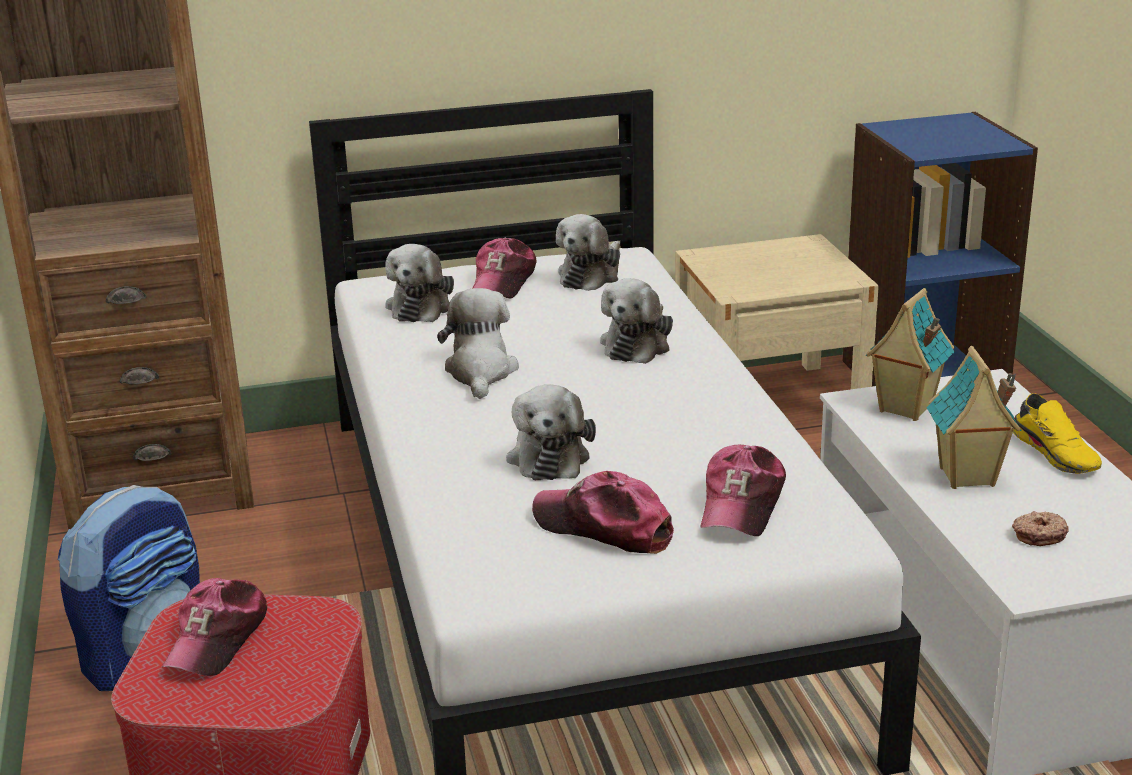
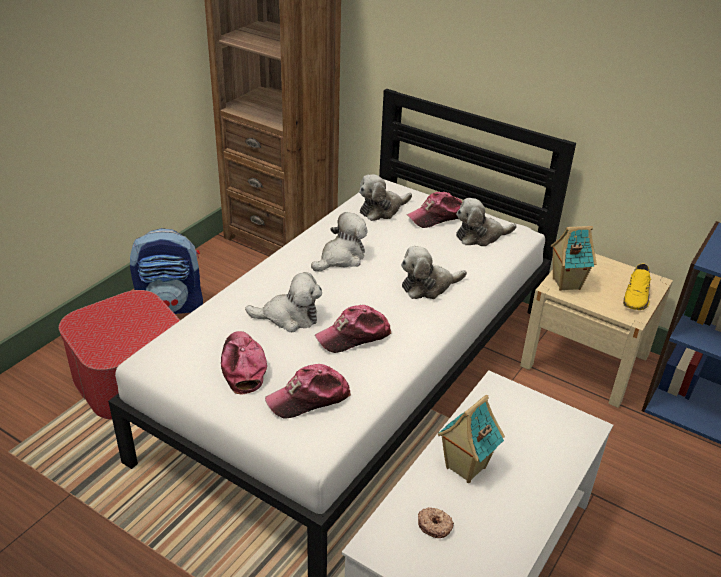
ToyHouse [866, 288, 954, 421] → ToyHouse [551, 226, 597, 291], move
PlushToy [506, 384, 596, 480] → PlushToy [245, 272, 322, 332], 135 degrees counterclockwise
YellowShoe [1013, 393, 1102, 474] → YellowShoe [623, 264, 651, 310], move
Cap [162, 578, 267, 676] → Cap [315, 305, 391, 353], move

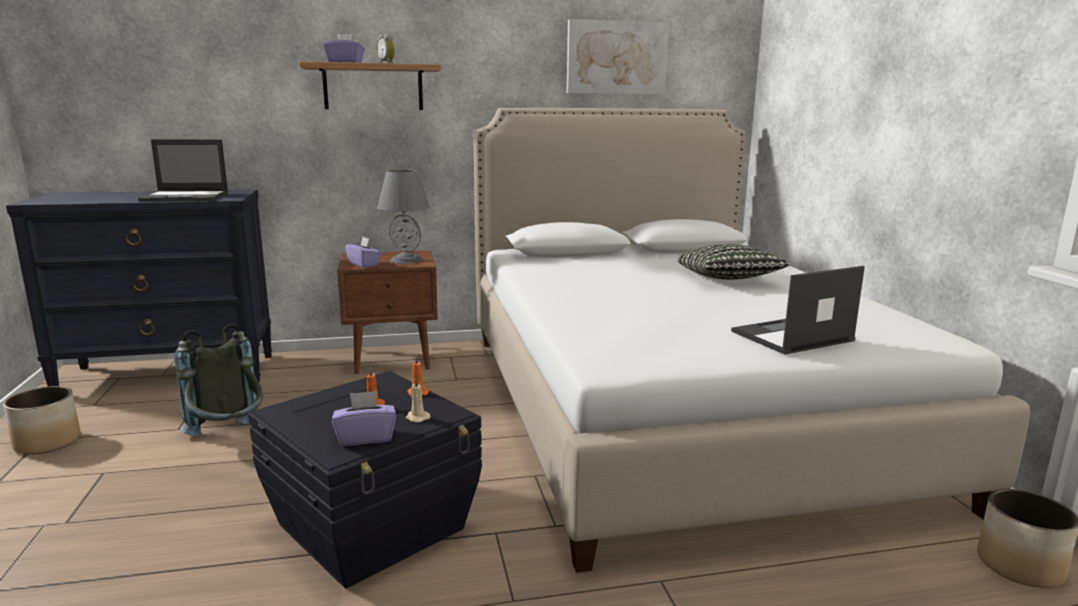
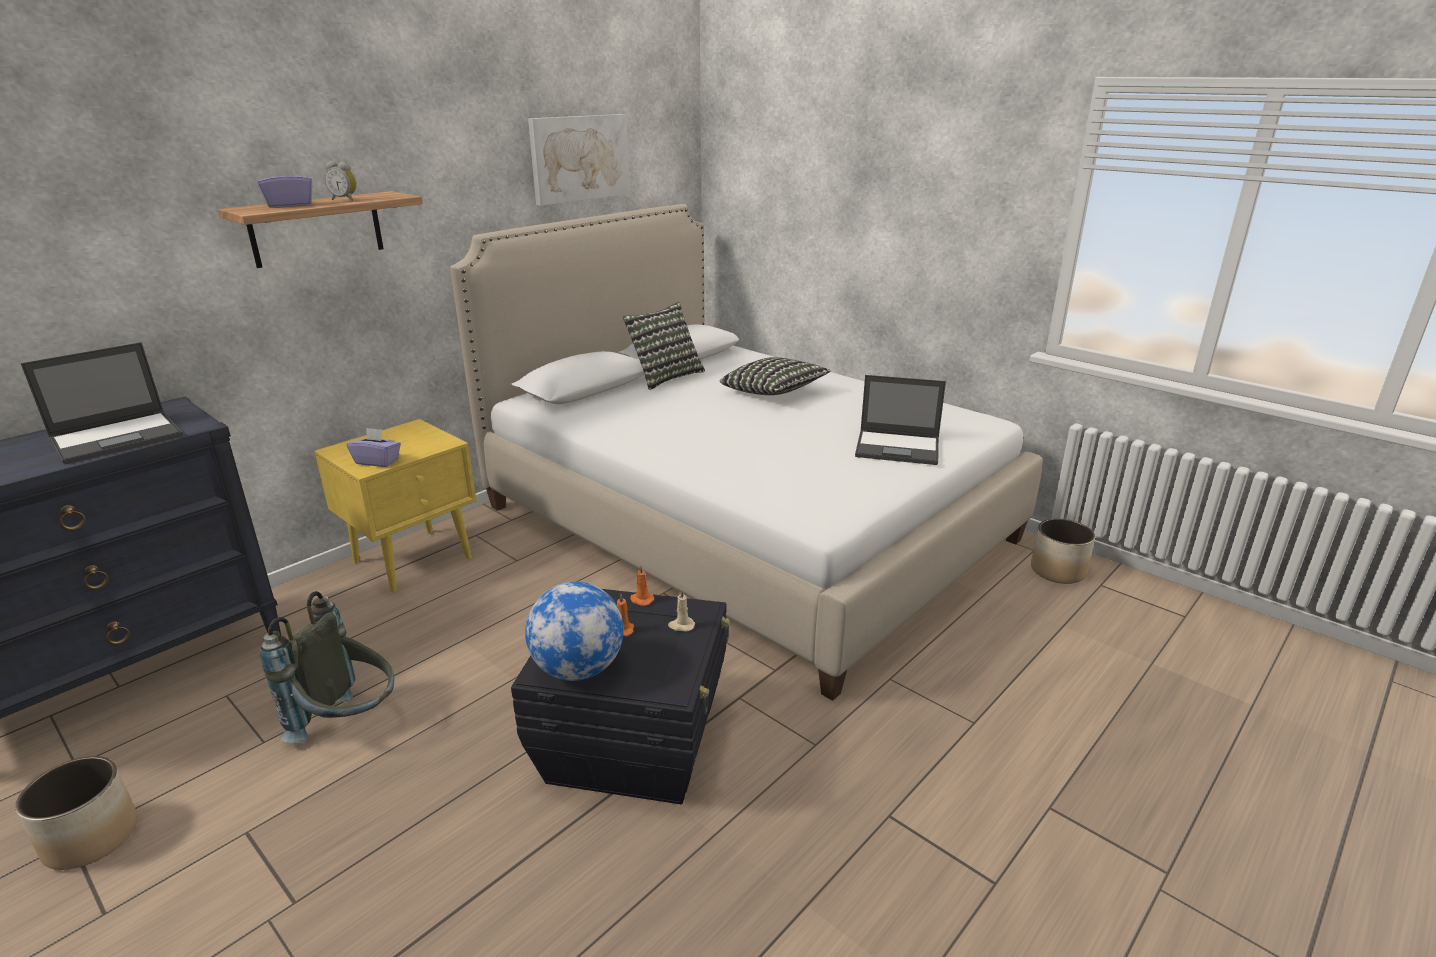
GreyTableLamp [377, 169, 430, 264] → -
BrownNightstand [337, 251, 438, 374] → YellowNightstand [314, 419, 476, 593]
Laptop [731, 266, 865, 354] → Laptop [855, 375, 946, 465], 105 degrees counterclockwise
PurpleTissueBox [332, 391, 396, 446] → -
- → Pillow [623, 302, 705, 390]
- → Globe [525, 582, 624, 681]

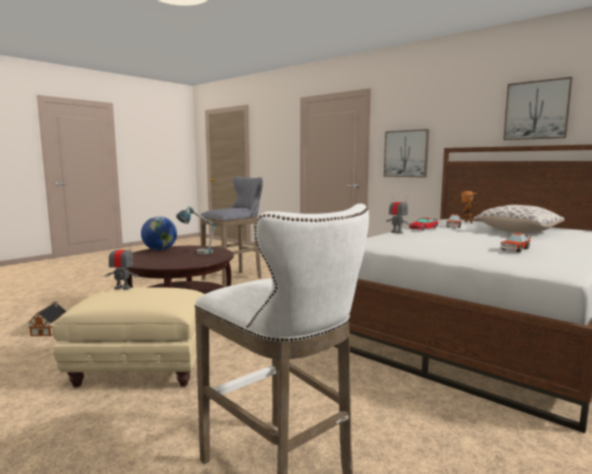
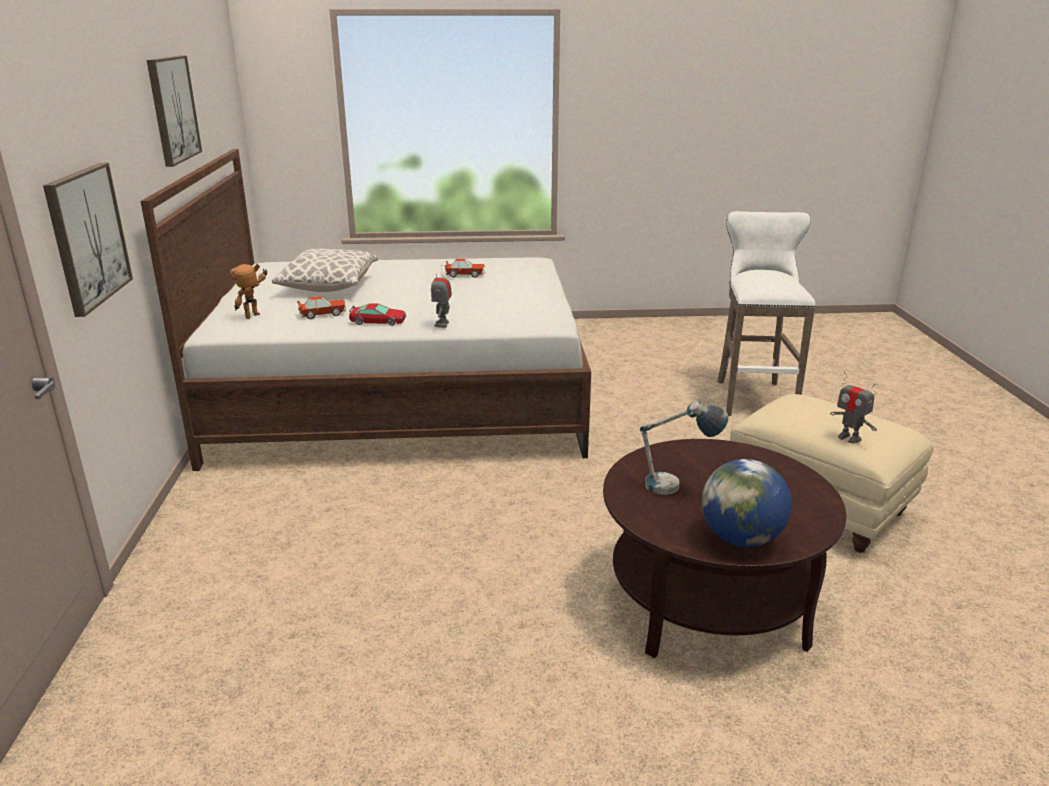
GreyStool [200, 176, 263, 287] → -
ToyHouse [27, 302, 66, 336] → -

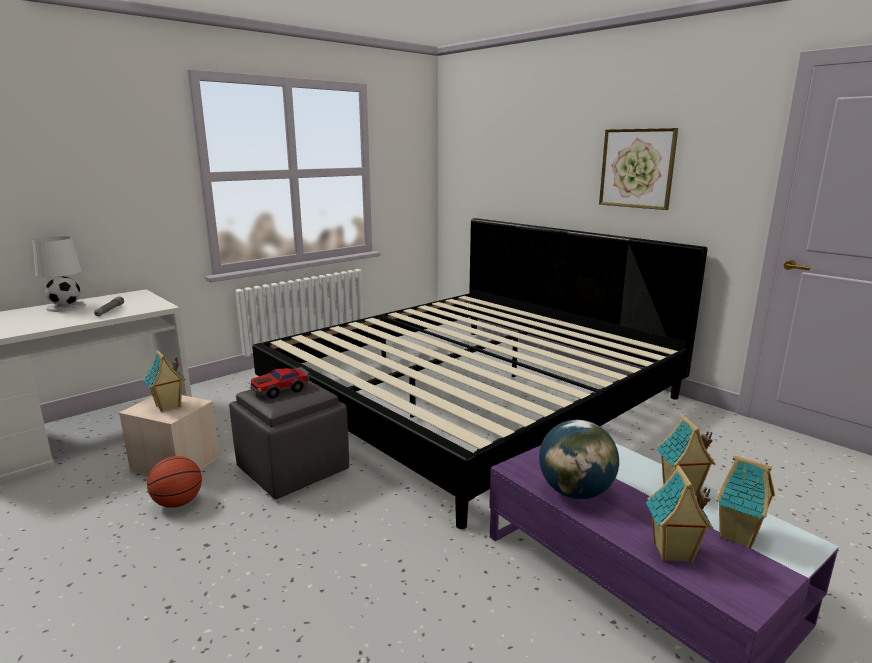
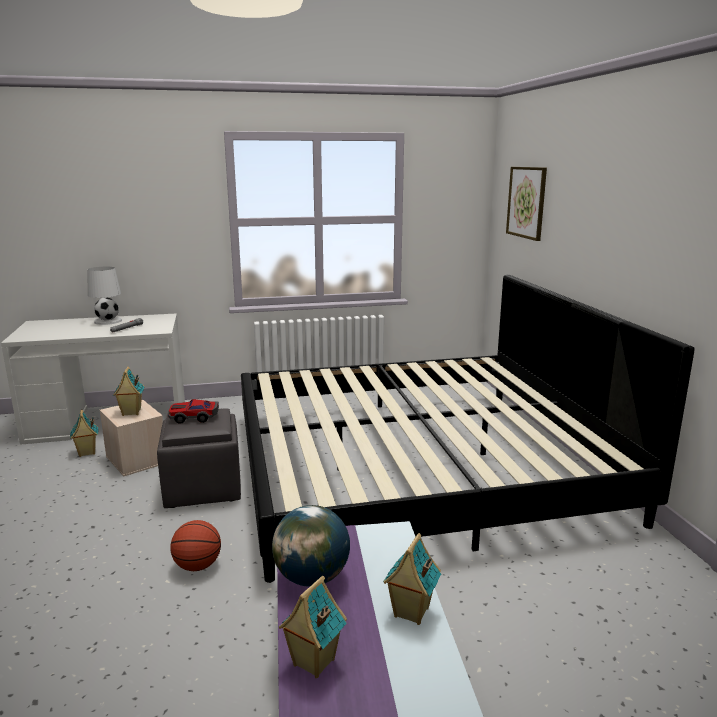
Picture [599, 128, 678, 210] → Picture [506, 167, 547, 241], move
ToyHouse [716, 455, 775, 548] → ToyHouse [70, 409, 98, 457], move
Basketball [147, 456, 202, 508] → Basketball [170, 520, 221, 571], move

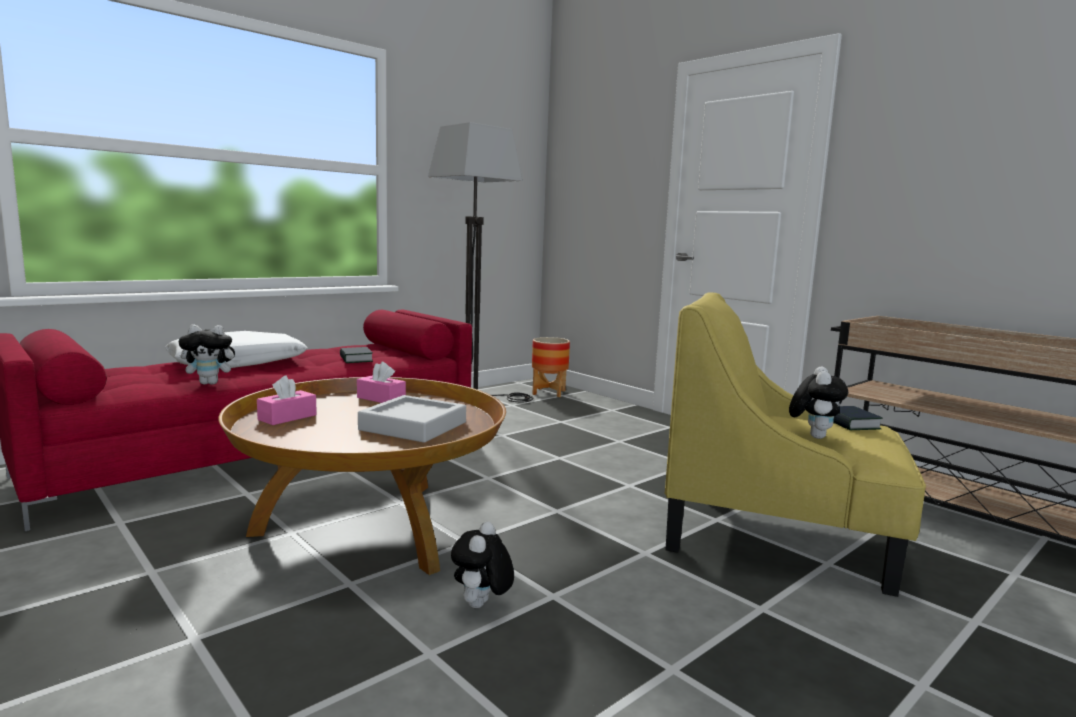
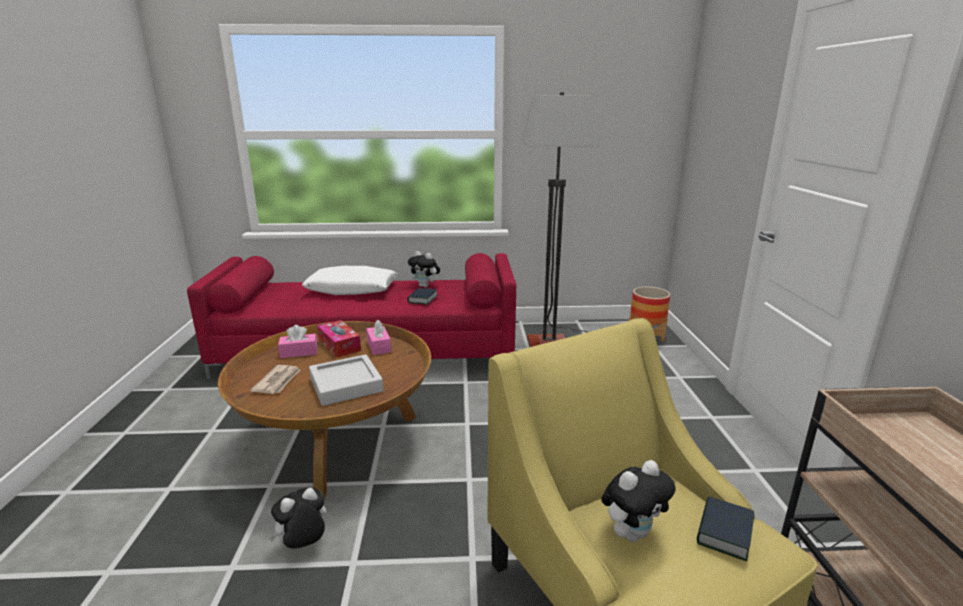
PlushToy [179, 325, 241, 385] → PlushToy [408, 251, 440, 287], move
- → TissueBox [317, 320, 361, 358]
- → Newspaper [250, 365, 300, 394]

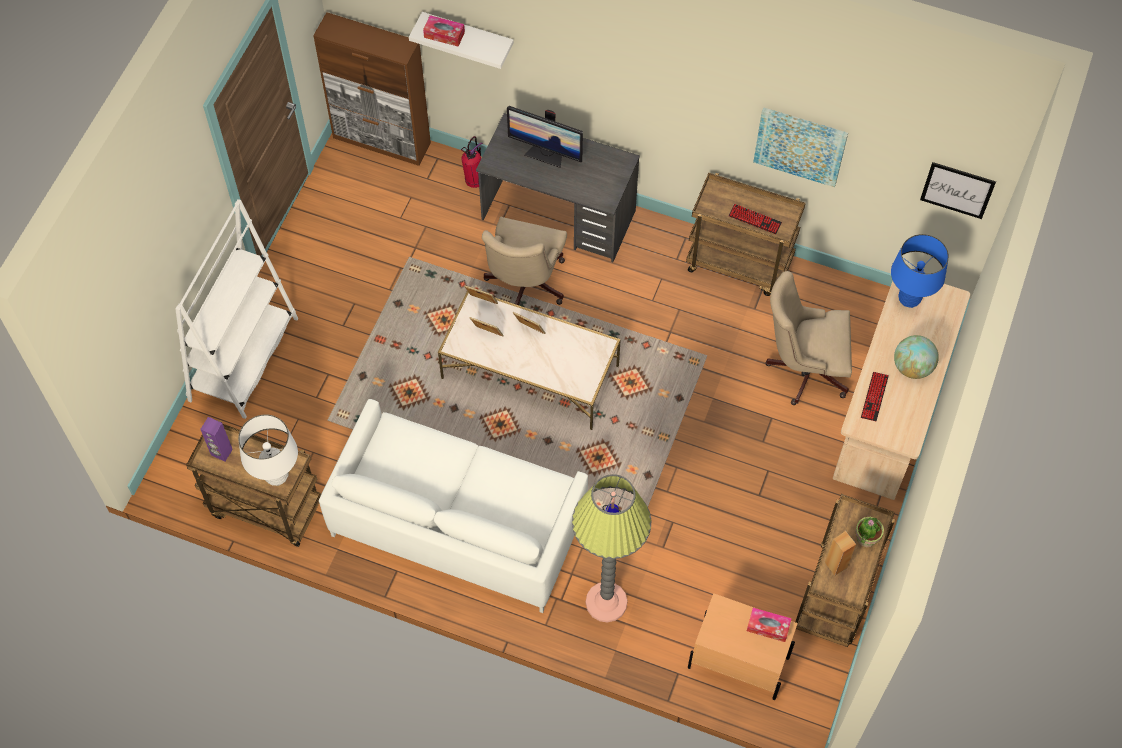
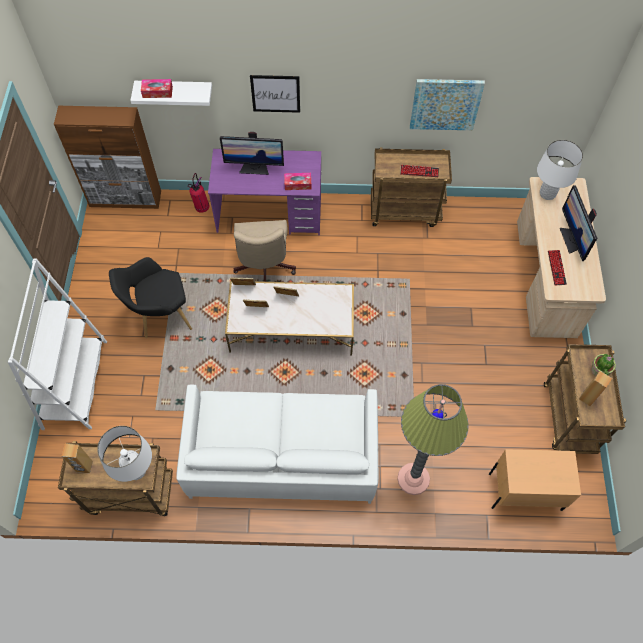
GreyDesk [476, 113, 640, 262] → PurpleDesk [208, 149, 321, 235]
Picture [920, 162, 996, 219] → Picture [250, 75, 300, 113], move
BlueTableLamp [891, 234, 949, 308] → WhiteTableLamp [537, 140, 583, 200]
BeigeOfficeChair [765, 271, 852, 405] → -
Globe [894, 335, 939, 379] → Monitor [560, 185, 597, 261]
PurpleSpeaker [200, 417, 233, 461] → BrownSpeaker [62, 443, 93, 473]
TissueBox [747, 608, 792, 642] → TissueBox [284, 173, 311, 190], move
- → BlackArmchair [109, 257, 192, 338]

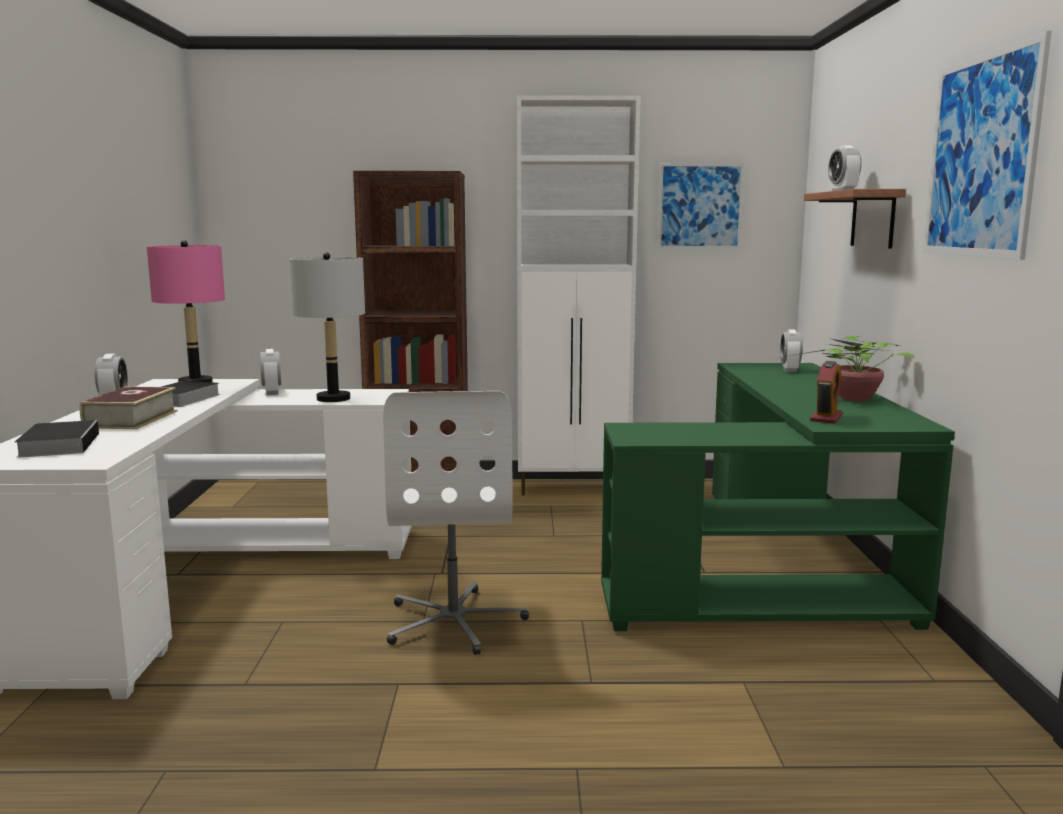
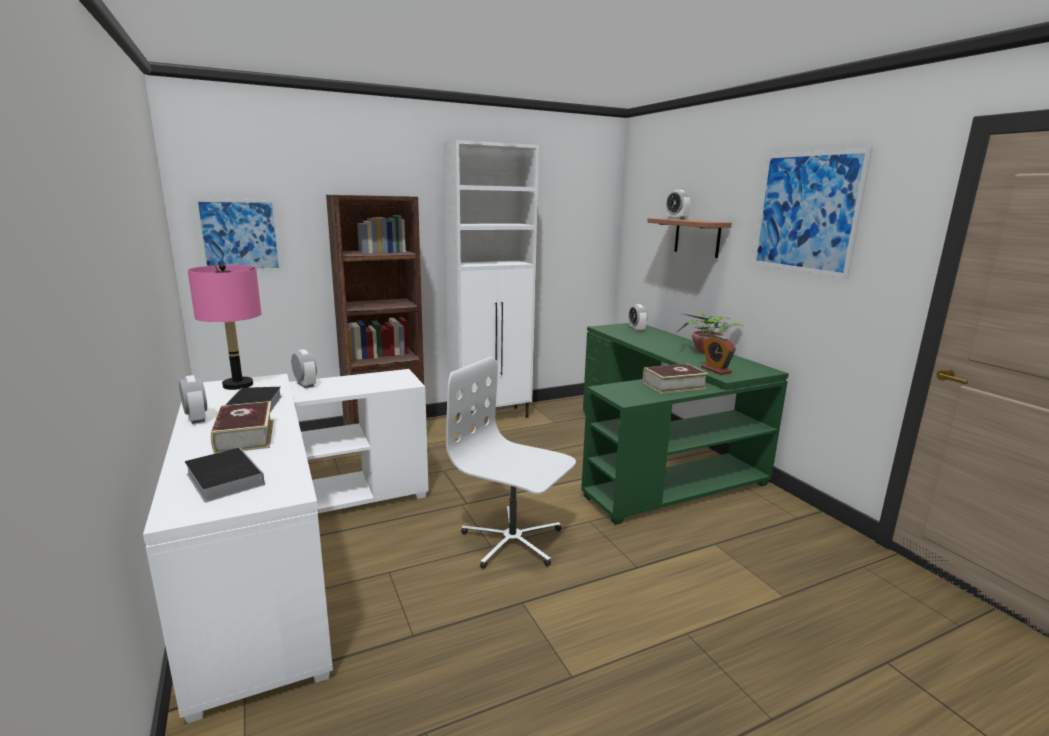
Picture [658, 163, 744, 249] → Picture [195, 199, 282, 271], move
GreyTableLamp [290, 253, 365, 402] → -
AlarmClock [810, 361, 843, 424] → AlarmClock [701, 335, 736, 375], 150 degrees clockwise
WhiteOfficeChair [383, 391, 529, 655] → WhiteOfficeChair [446, 356, 576, 569], 150 degrees clockwise
- → Book [643, 364, 708, 394]

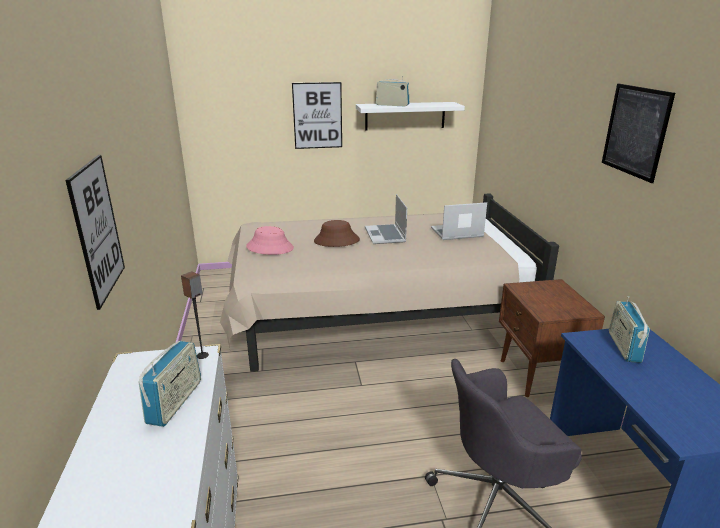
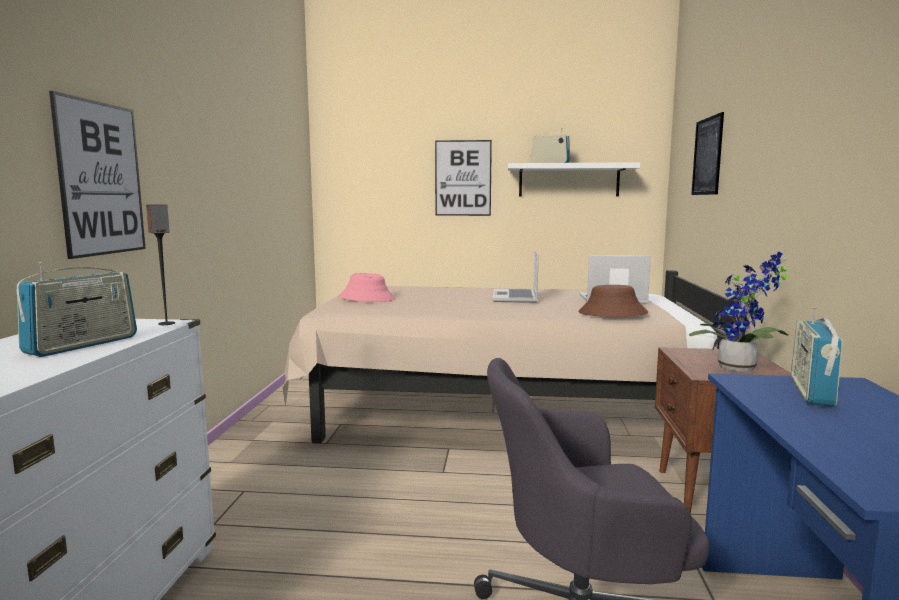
Picture [602, 84, 675, 183] → Picture [691, 112, 724, 195], move
BrownHat [314, 220, 360, 247] → BrownHat [579, 285, 648, 317], move
- → PottedPlant [689, 252, 788, 372]

